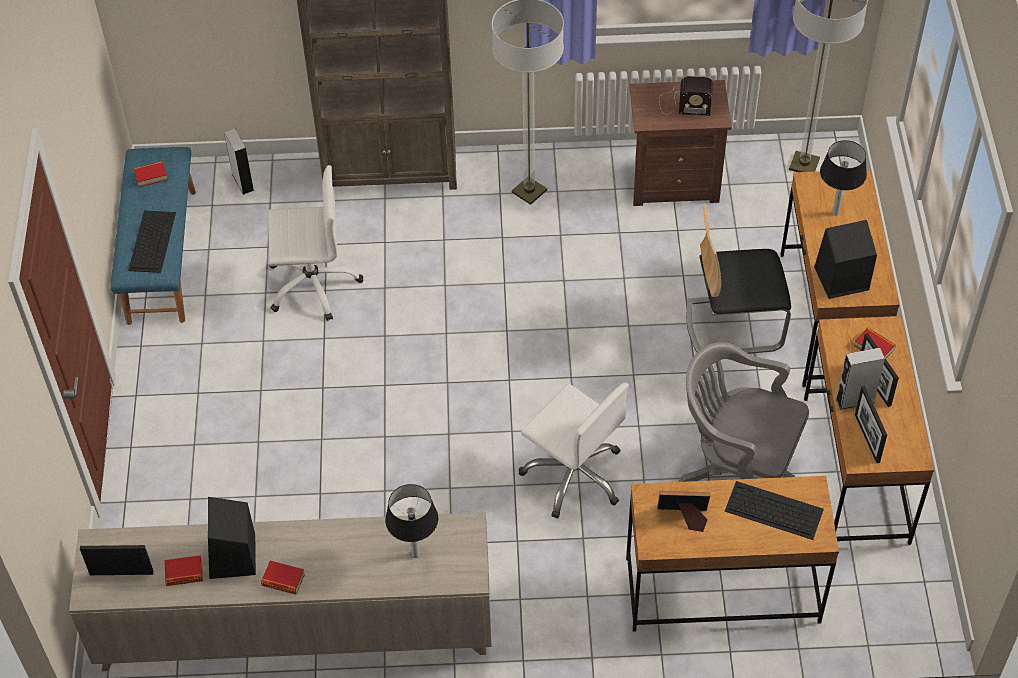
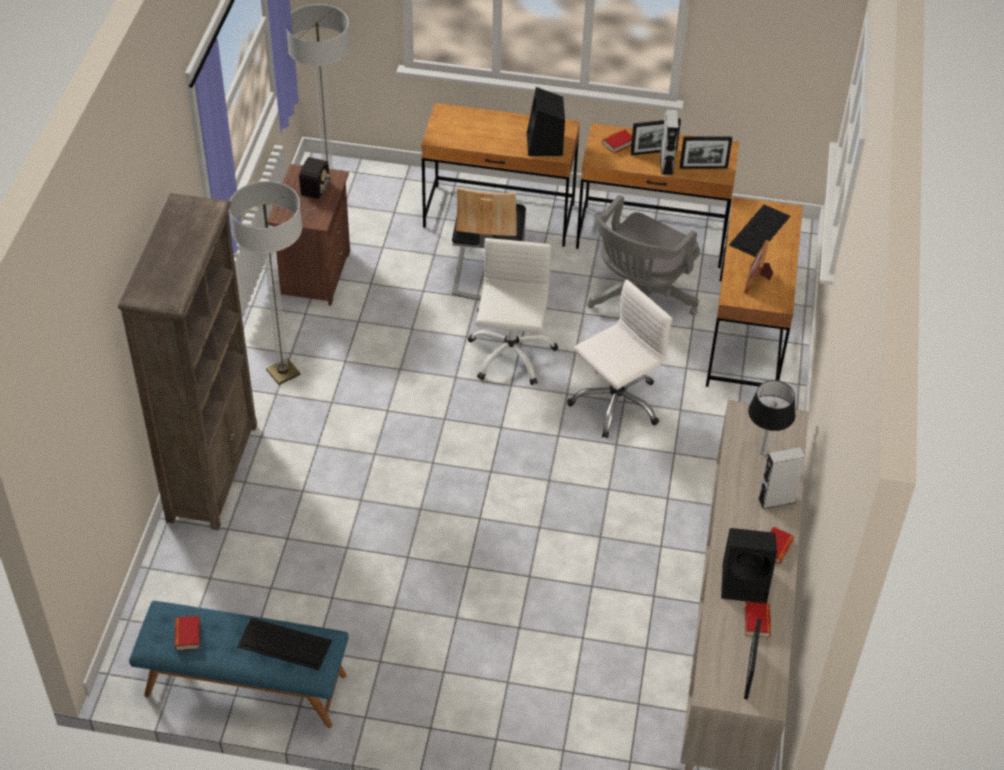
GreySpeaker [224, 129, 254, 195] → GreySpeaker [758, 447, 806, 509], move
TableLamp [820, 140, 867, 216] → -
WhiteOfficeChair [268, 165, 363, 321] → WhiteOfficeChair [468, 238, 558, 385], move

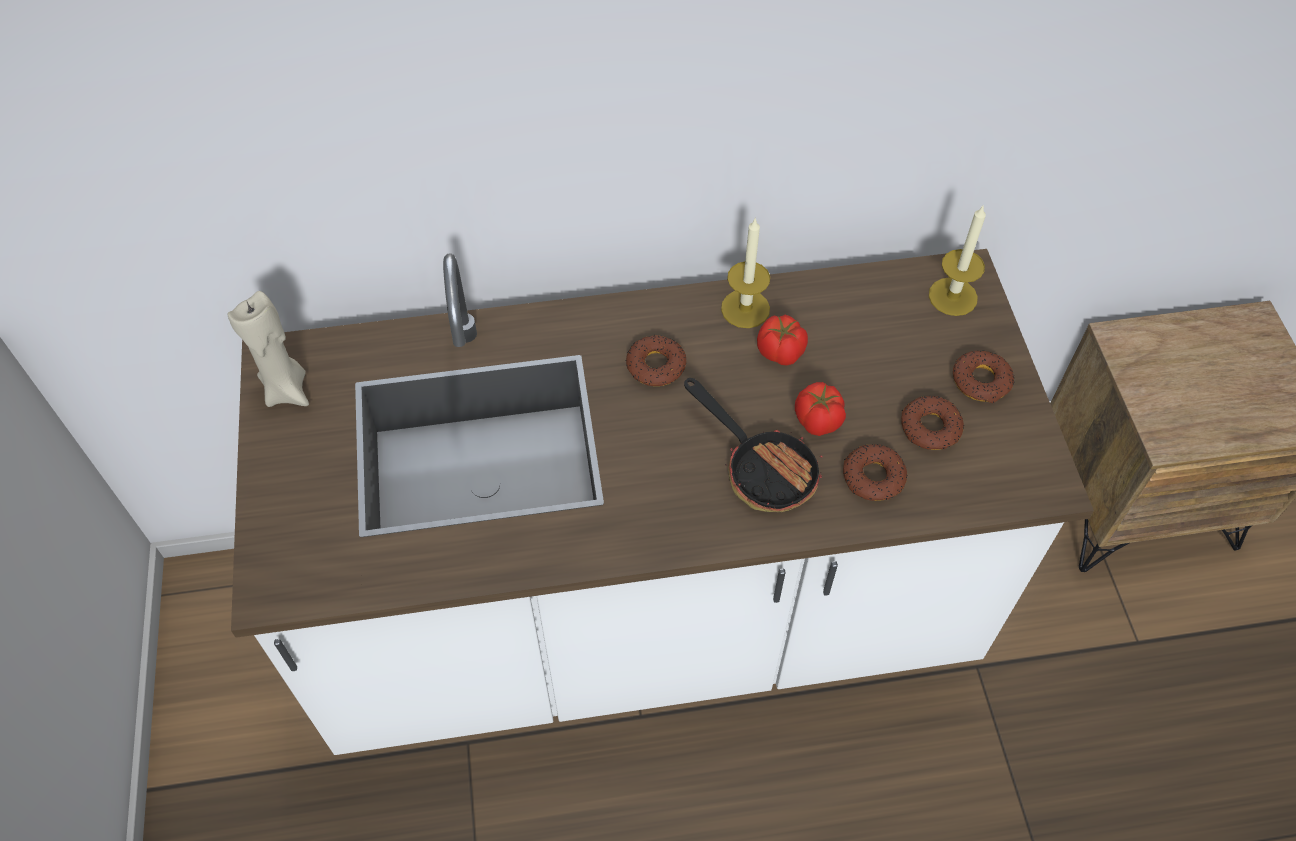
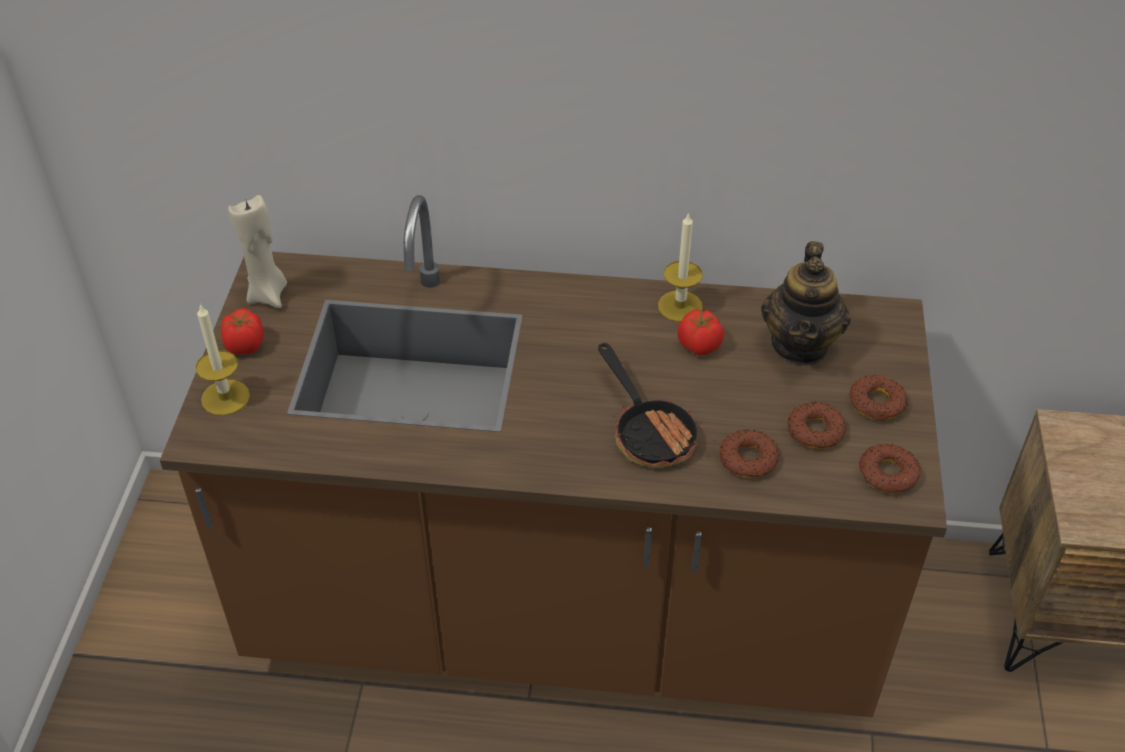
Candle [929, 206, 986, 316] → Candle [196, 304, 250, 416], move
WhiteCounter [231, 249, 1094, 755] → BrownCounter [160, 195, 947, 717]
Donut [625, 335, 686, 386] → Donut [859, 444, 921, 493], move
Tomato [795, 382, 846, 436] → Tomato [221, 308, 263, 354], move
- → Teapot [761, 241, 851, 365]

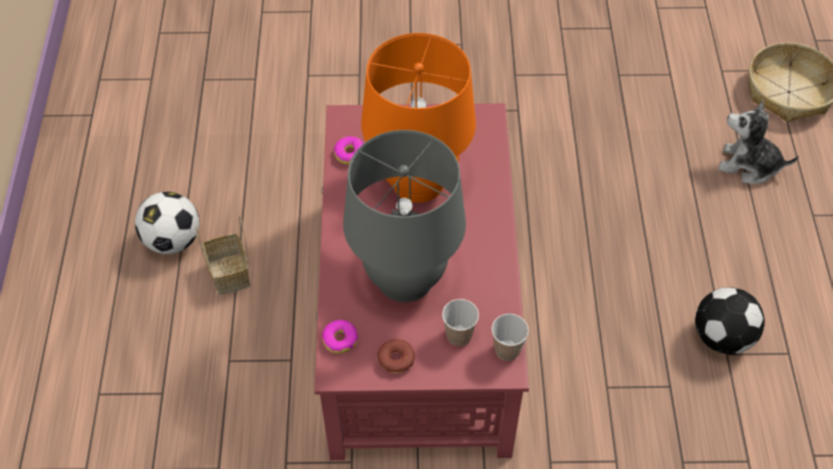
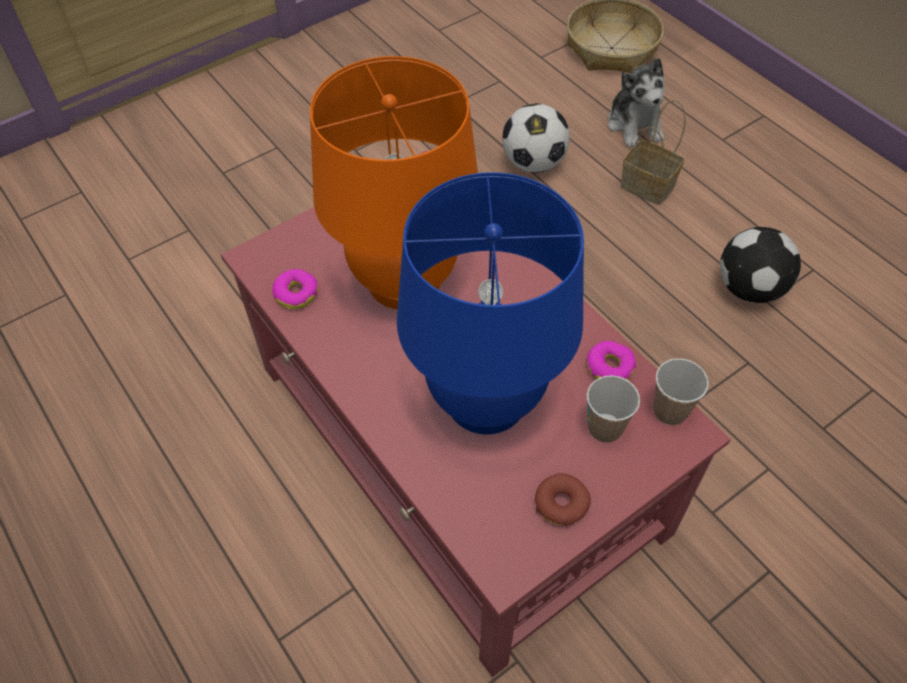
PlushToy [718, 99, 799, 184] → PlushToy [608, 58, 665, 148], 90 degrees counterclockwise
GreyTableLamp [343, 130, 466, 302] → BlueTableLamp [397, 172, 584, 435]
Football [135, 191, 200, 254] → Football [502, 103, 570, 173], move
Basket [195, 215, 250, 295] → Basket [621, 100, 686, 205], move
Donut [322, 320, 358, 354] → Donut [586, 341, 636, 380], move

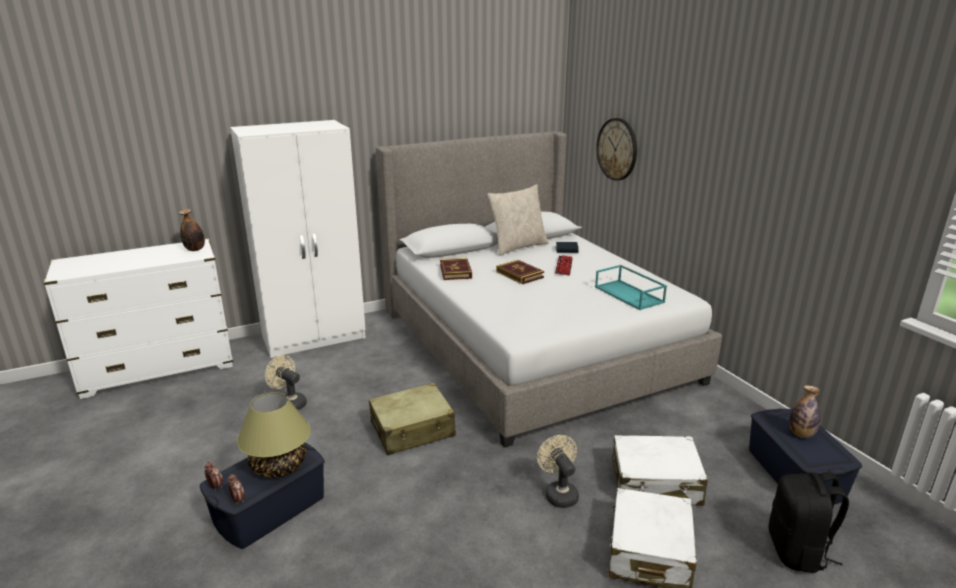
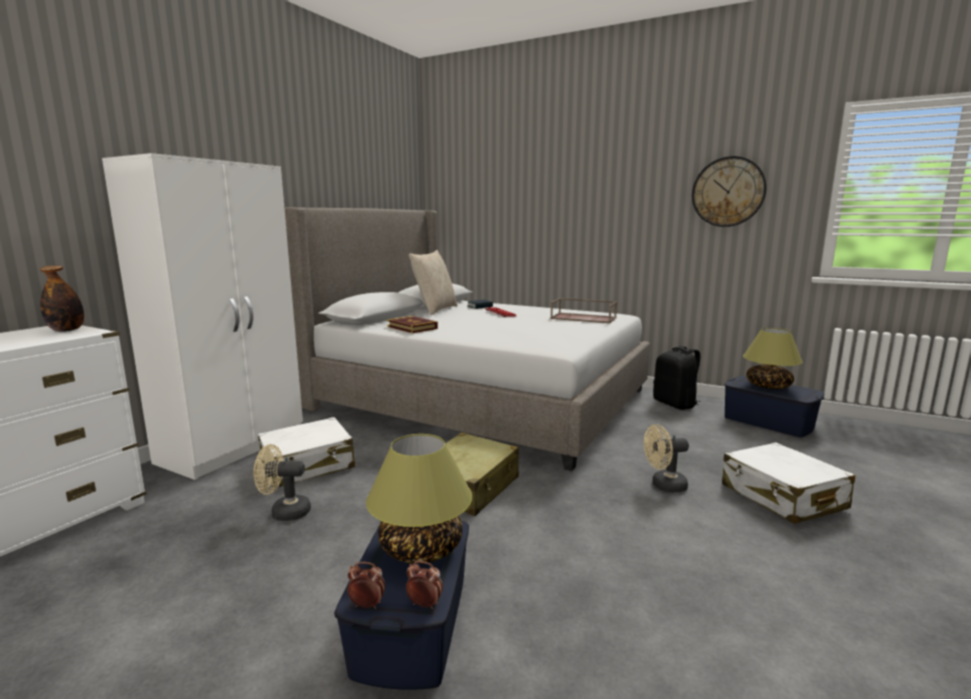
WallClock [596, 118, 637, 181] → WallClock [692, 156, 766, 227], move
Book [496, 260, 544, 284] → -
TurquoiseTray [595, 265, 667, 310] → BrownTray [550, 298, 617, 323]
Bottle [789, 385, 821, 438] → TableLamp [743, 328, 803, 389]
BeigeFan [537, 435, 579, 508] → BeigeFan [644, 424, 689, 493], 45 degrees counterclockwise
WhiteSuitcase [612, 435, 708, 506] → WhiteSuitcase [258, 417, 355, 487], move
BlackBackpack [768, 472, 849, 573] → BlackBackpack [653, 346, 700, 410], move

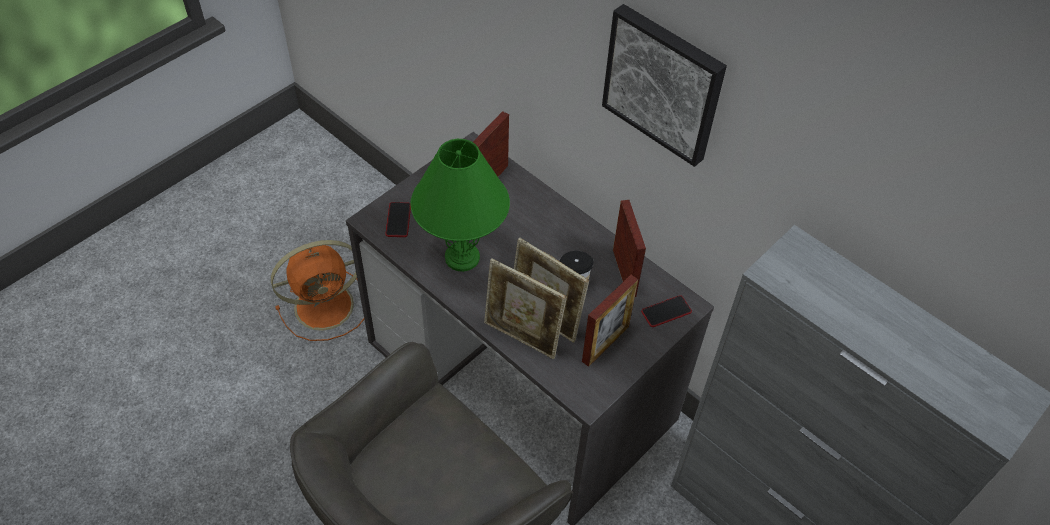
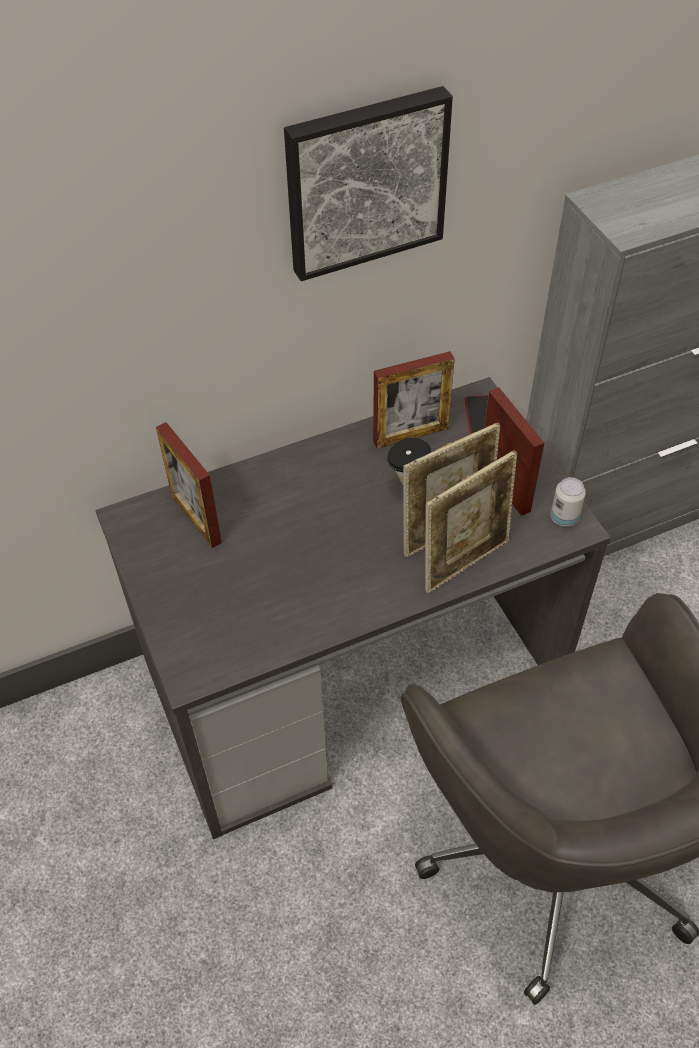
GreenTableLamp [410, 139, 510, 272] → -
PictureFrame [613, 200, 646, 297] → PictureFrame [373, 351, 455, 448], 150 degrees clockwise
Phone [385, 202, 411, 237] → -
OrangeFan [271, 240, 364, 341] → -
- → Can [551, 477, 586, 527]

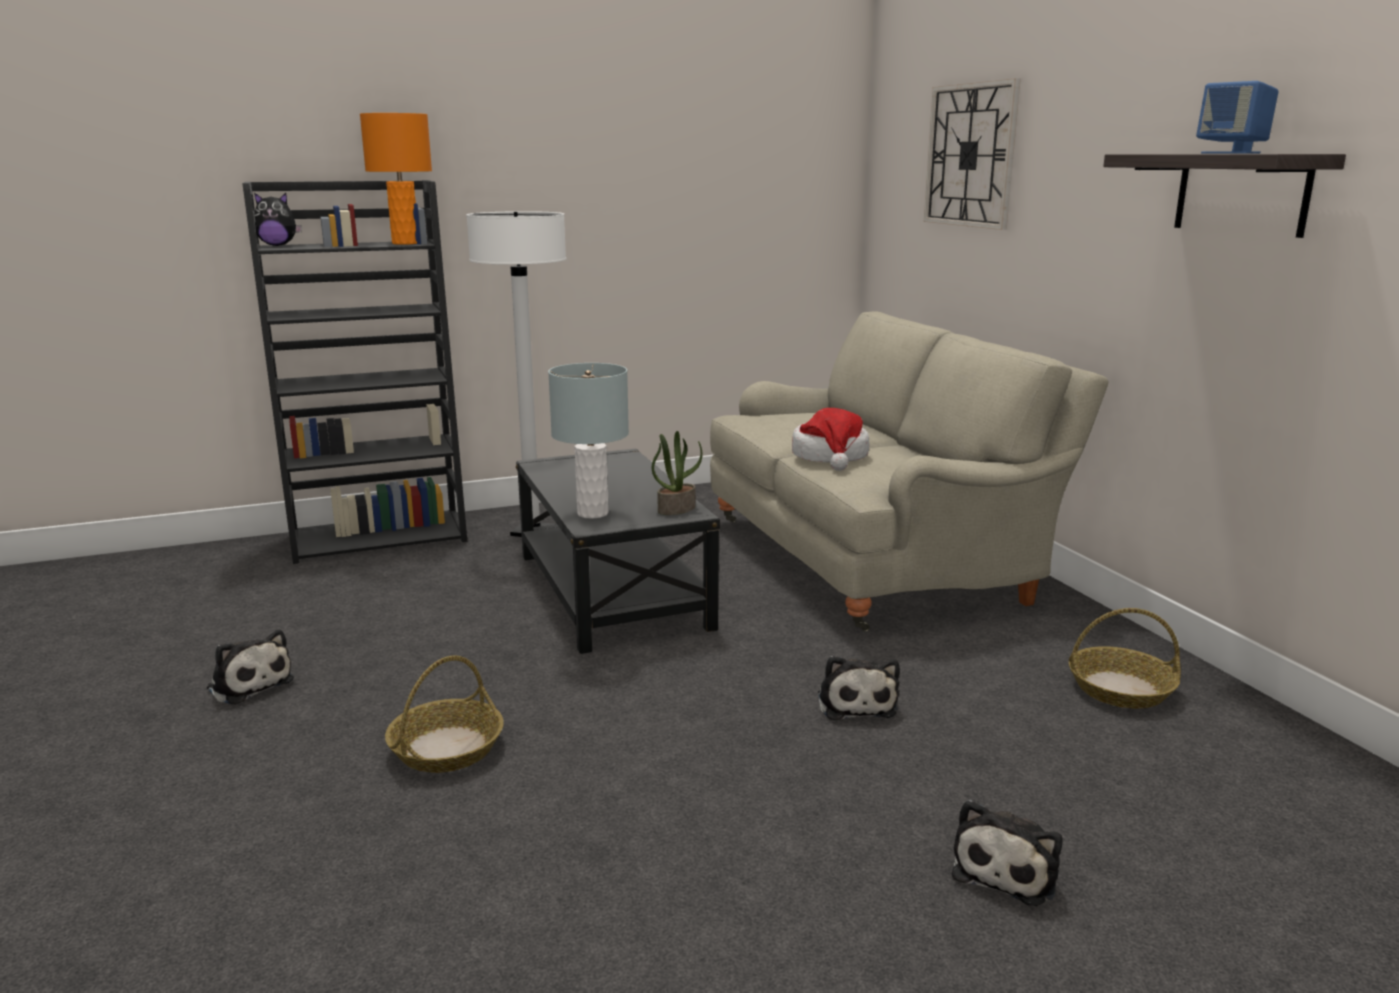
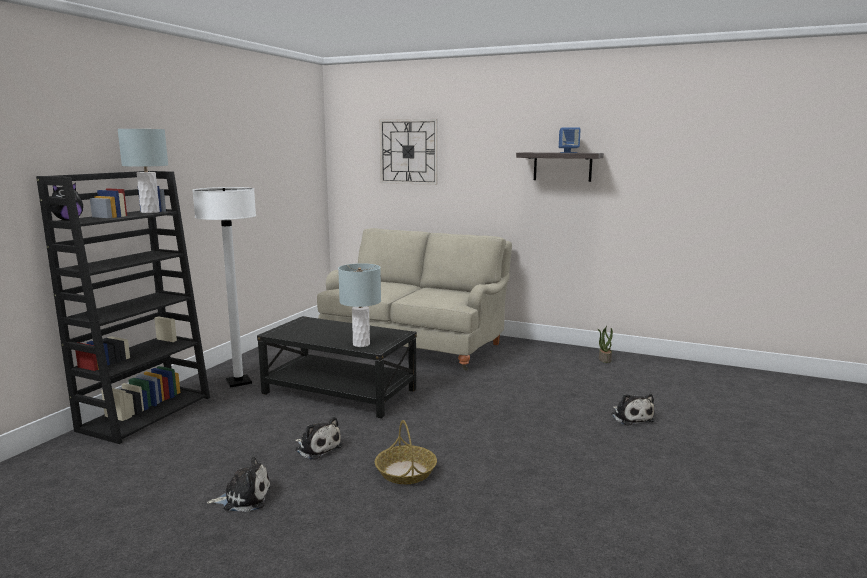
OrangeTableLamp [360, 113, 432, 245] → GreyTableLamp [118, 129, 168, 213]
Hat [792, 408, 869, 471] → -
PottedPlant [652, 431, 703, 515] → PottedPlant [598, 326, 613, 363], move
Basket [1069, 608, 1181, 708] → -
PlushToy [818, 656, 900, 720] → PlushToy [295, 417, 342, 460], move

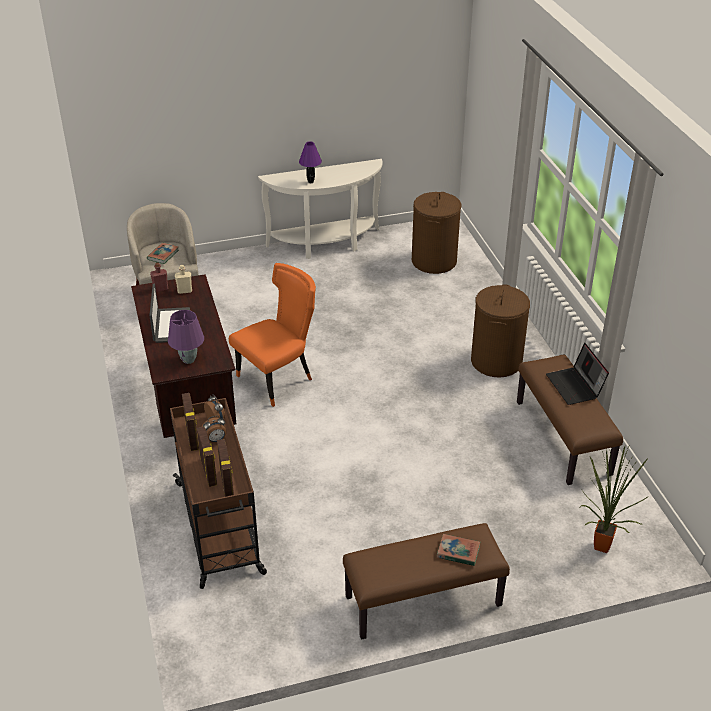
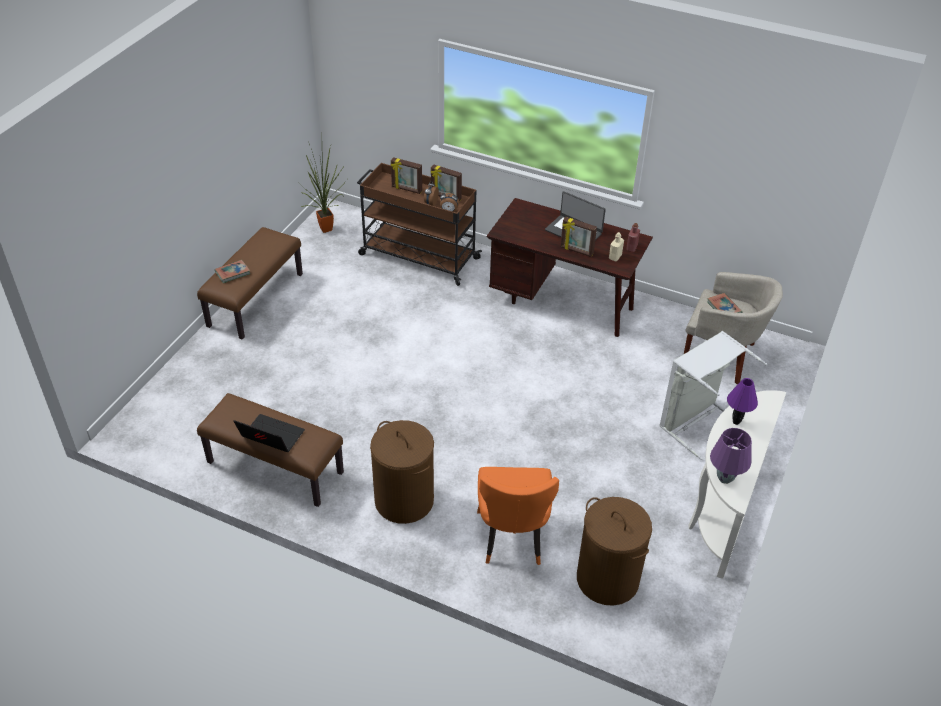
OrangeChair [229, 263, 316, 407] → OrangeChair [477, 467, 559, 565], move
PurpleTableLamp [168, 310, 204, 364] → PurpleTableLamp [710, 428, 752, 484], move
PictureFrame [217, 439, 234, 497] → PictureFrame [560, 217, 597, 257], move
PottedPlant [579, 446, 649, 553] → PottedPlant [300, 144, 347, 233], move
- → GreyLaundryBasket [659, 331, 767, 460]

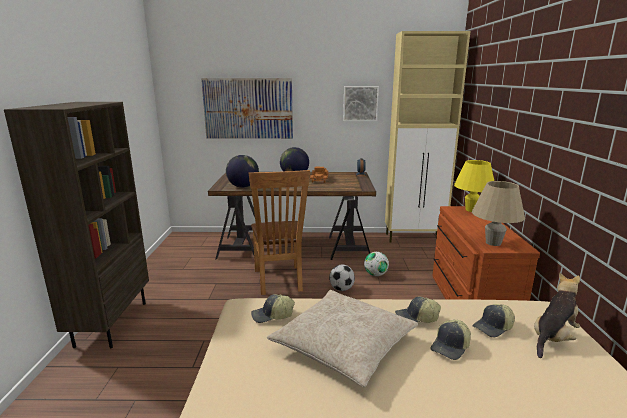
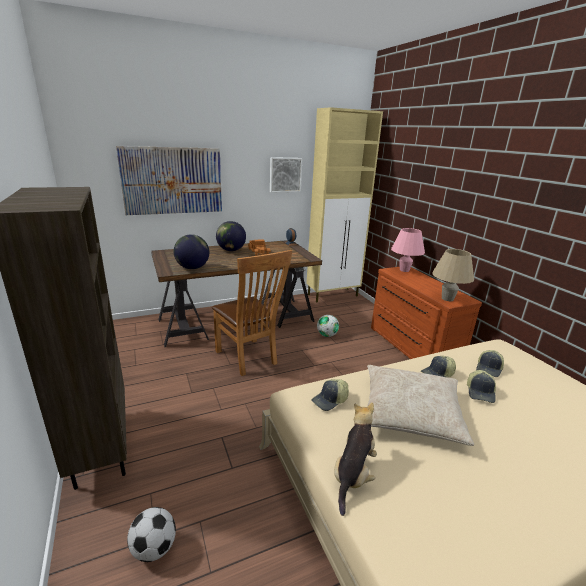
YellowTableLamp [454, 160, 494, 212] → PinkTableLamp [391, 228, 425, 272]
Football [329, 265, 355, 291] → Football [127, 507, 176, 562], move
PlushToy [534, 272, 580, 358] → PlushToy [334, 402, 377, 516], move

